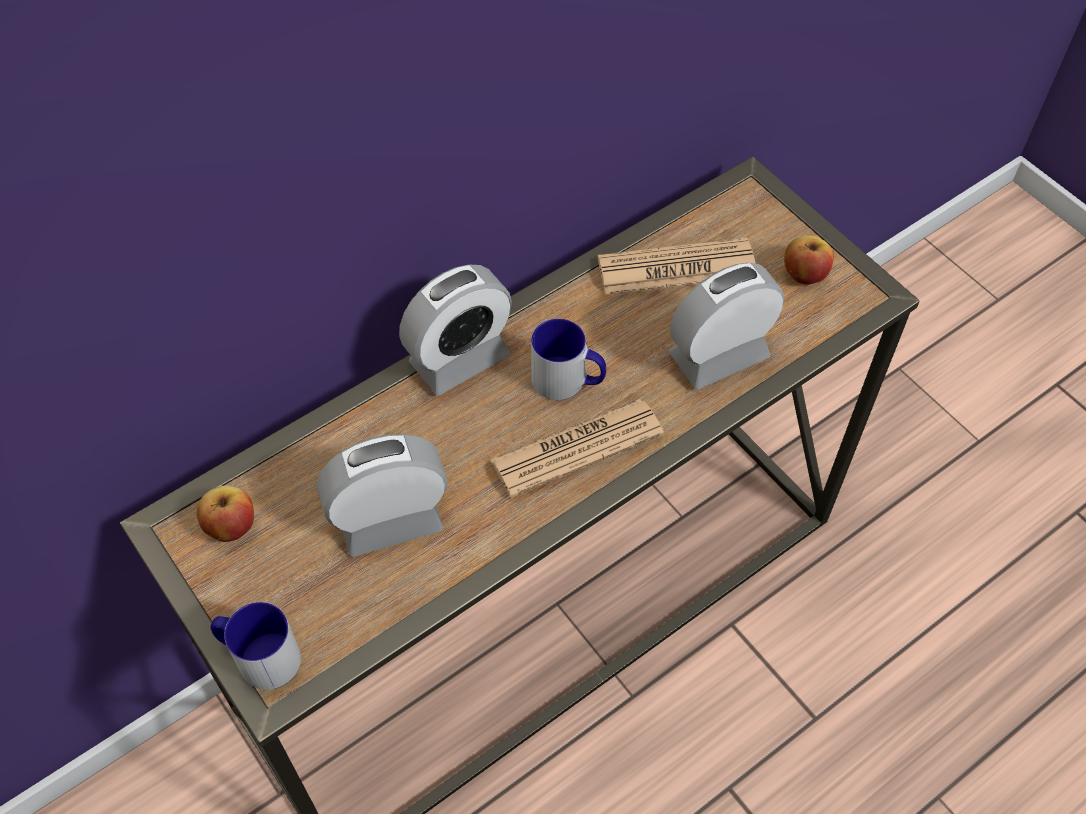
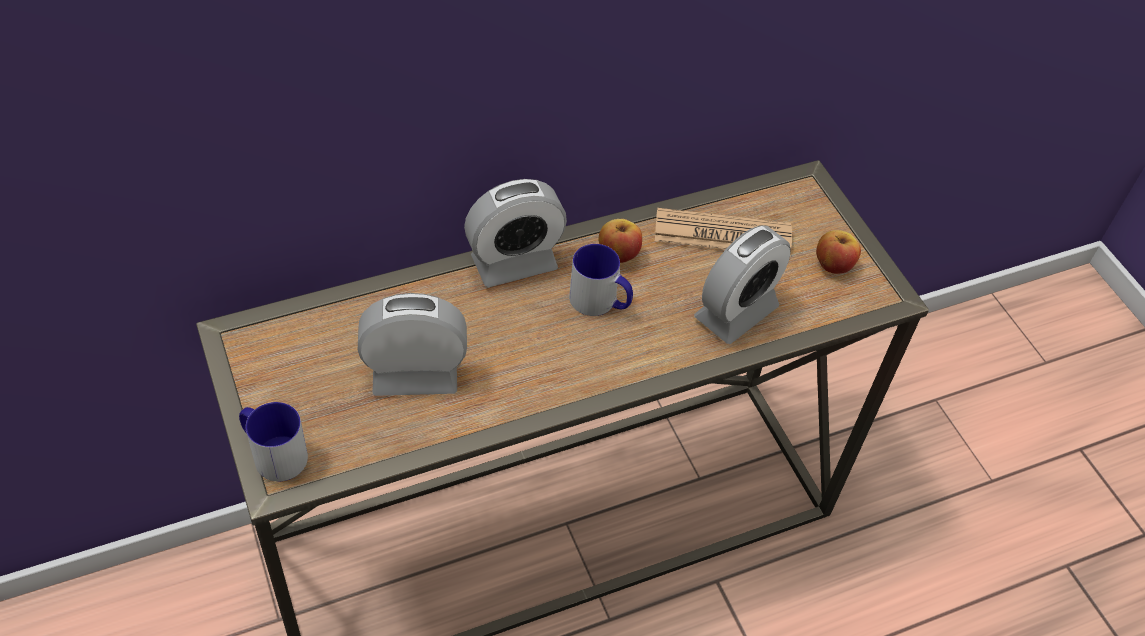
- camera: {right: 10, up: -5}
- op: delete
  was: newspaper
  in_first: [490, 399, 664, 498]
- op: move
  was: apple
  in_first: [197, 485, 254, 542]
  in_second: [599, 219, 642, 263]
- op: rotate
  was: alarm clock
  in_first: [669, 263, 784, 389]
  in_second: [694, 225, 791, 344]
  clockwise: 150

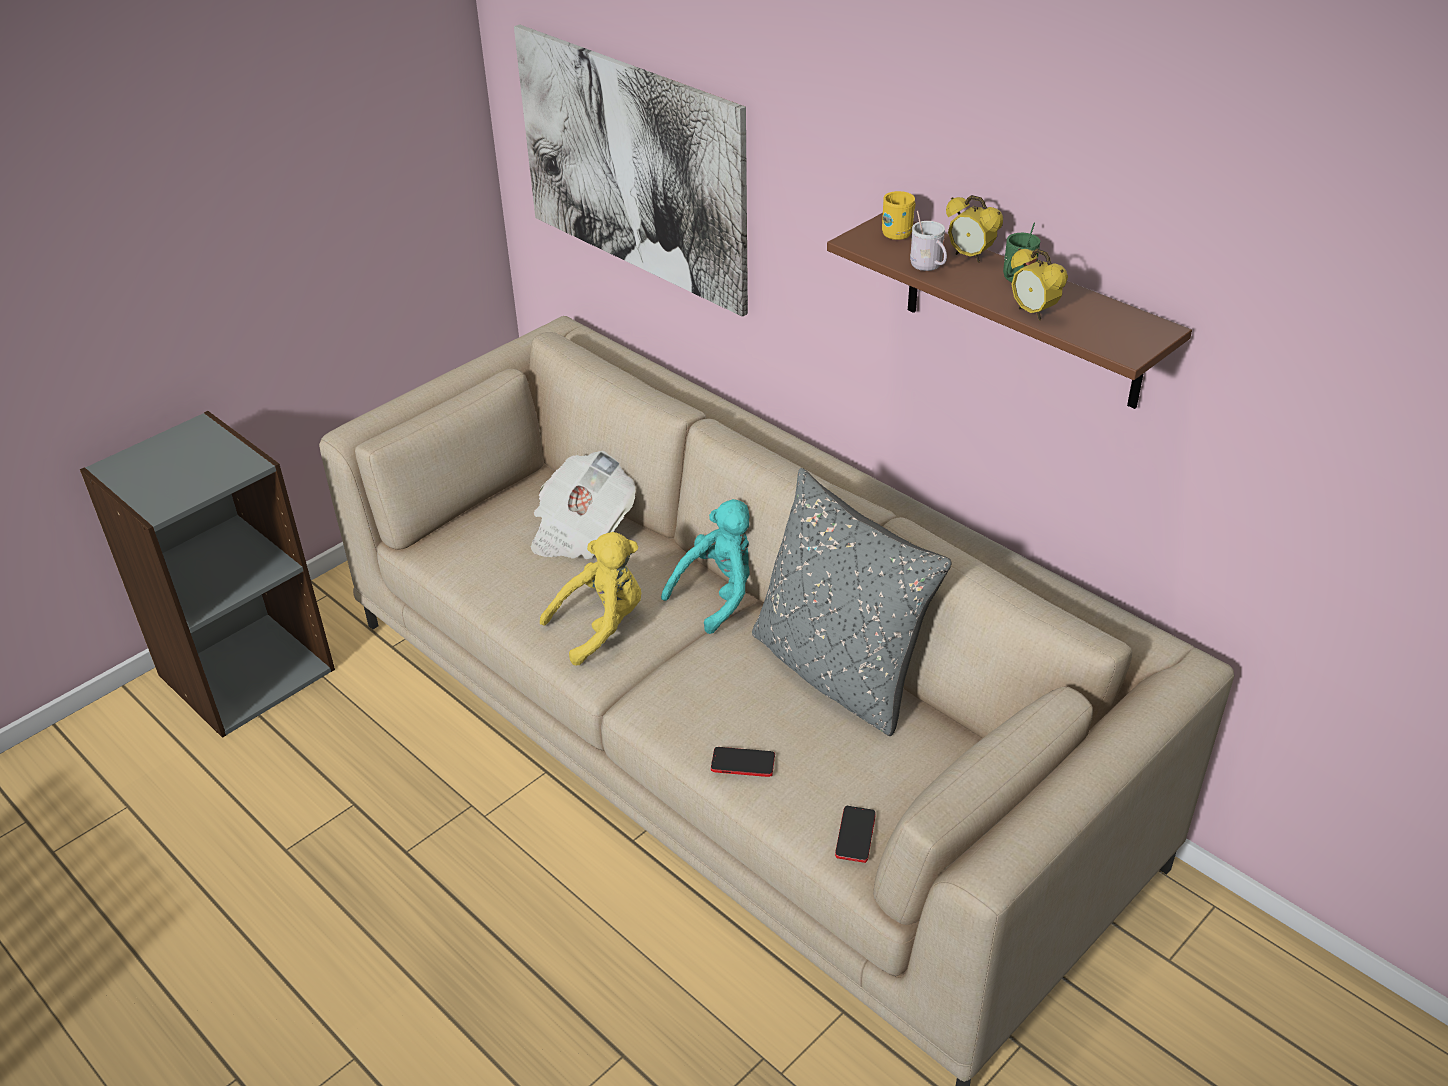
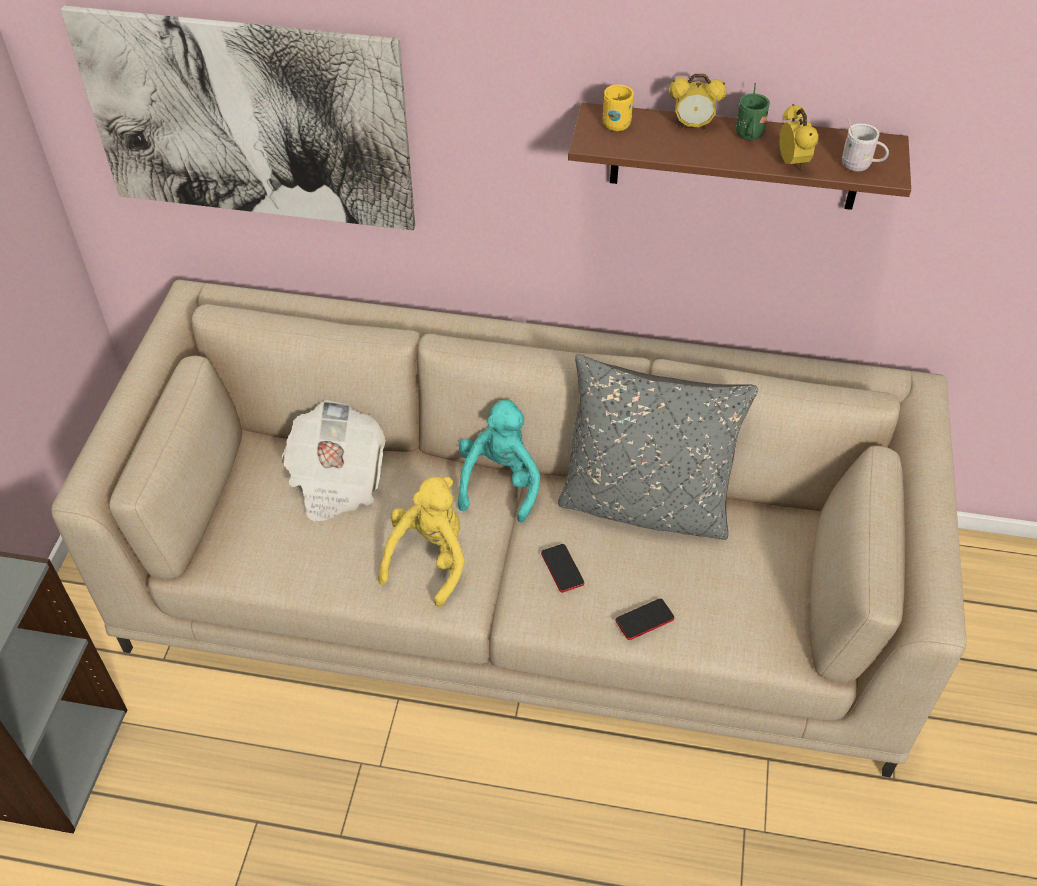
- camera: {right: -35, up: 10}
- op: move
  was: phone
  in_first: [835, 806, 876, 863]
  in_second: [541, 544, 584, 593]
- op: move
  was: mug (white)
  in_first: [910, 211, 947, 271]
  in_second: [842, 119, 889, 171]
- op: rotate
  was: alarm clock
  in_first: [1011, 248, 1068, 320]
  in_second: [780, 104, 819, 171]
  clockwise: -120

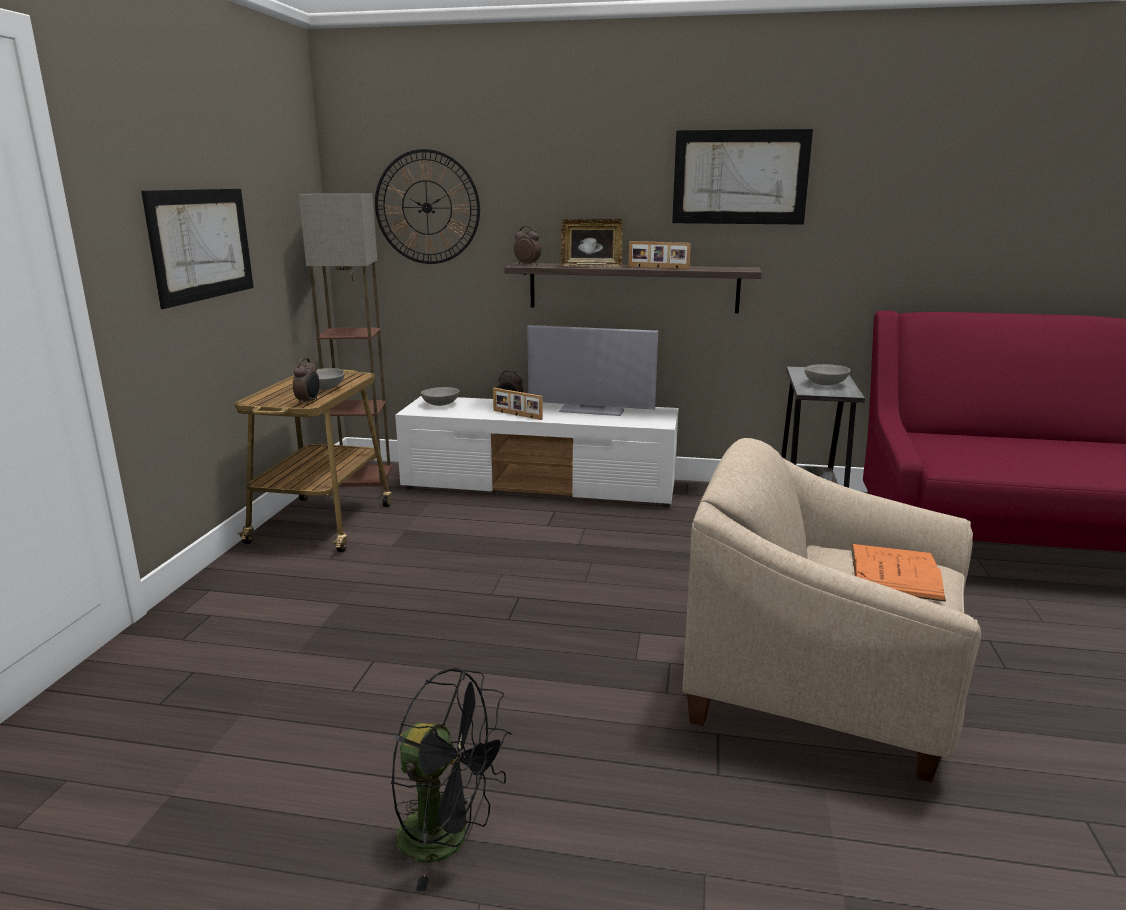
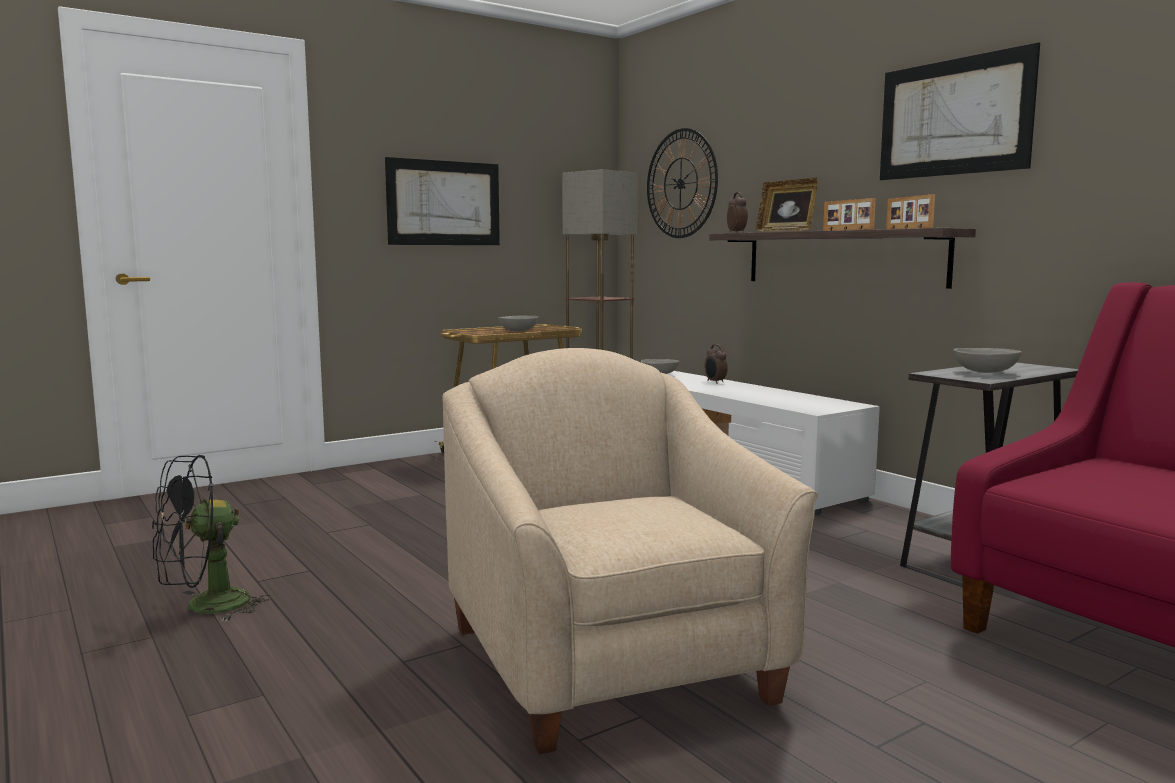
- camera: {right: 45, up: -10}
- op: delete
  was: alarm clock
  in_first: [293, 358, 320, 405]
- op: delete
  was: television
  in_first: [527, 325, 658, 416]
- op: delete
  was: book (orange)
  in_first: [851, 544, 946, 602]
- op: move
  was: picture frame
  in_first: [493, 388, 543, 420]
  in_second: [886, 194, 935, 229]
- op: rotate
  was: fan (black)
  in_first: [391, 668, 511, 891]
  in_second: [152, 455, 271, 622]
  clockwise: 75

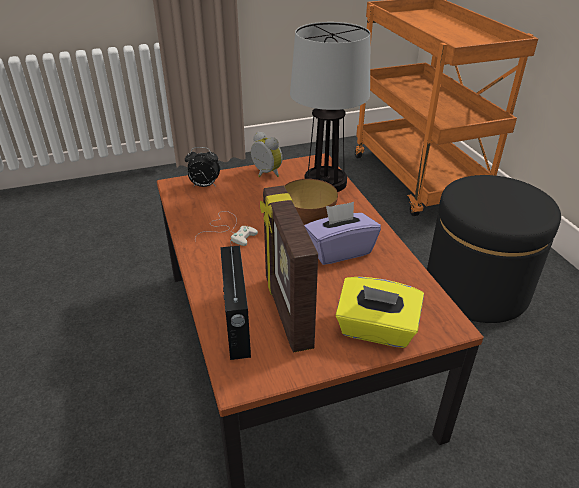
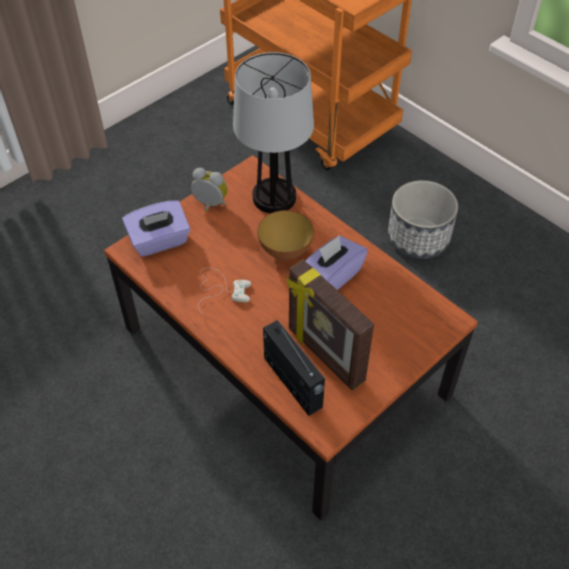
- camera: {right: -25, up: 15}
- op: delete
  was: tissue box (yellow)
  in_first: [335, 277, 424, 348]
- op: replace
  was: alarm clock
  now: tissue box (purple)
  in_first: [185, 147, 220, 187]
  in_second: [122, 200, 190, 257]
- op: replace
  was: ottoman (black)
  now: planter
  in_first: [427, 175, 561, 323]
  in_second: [388, 180, 458, 259]

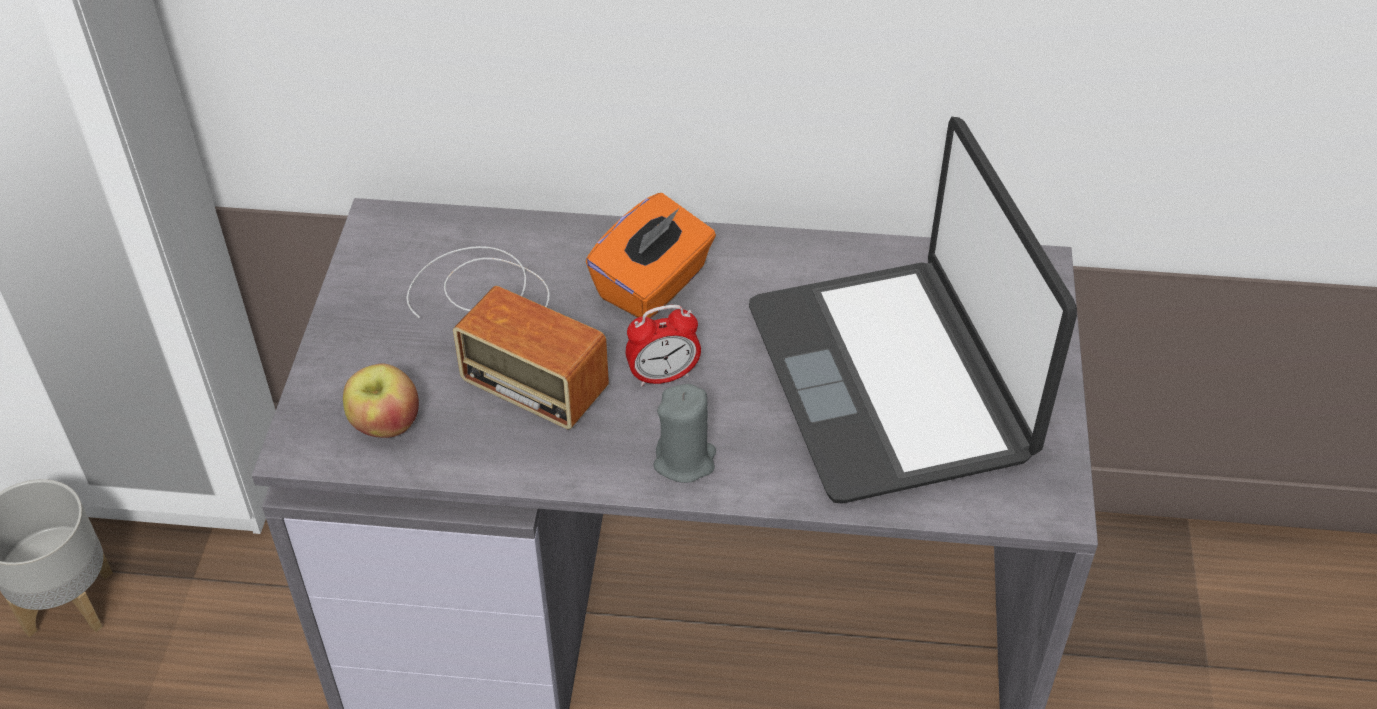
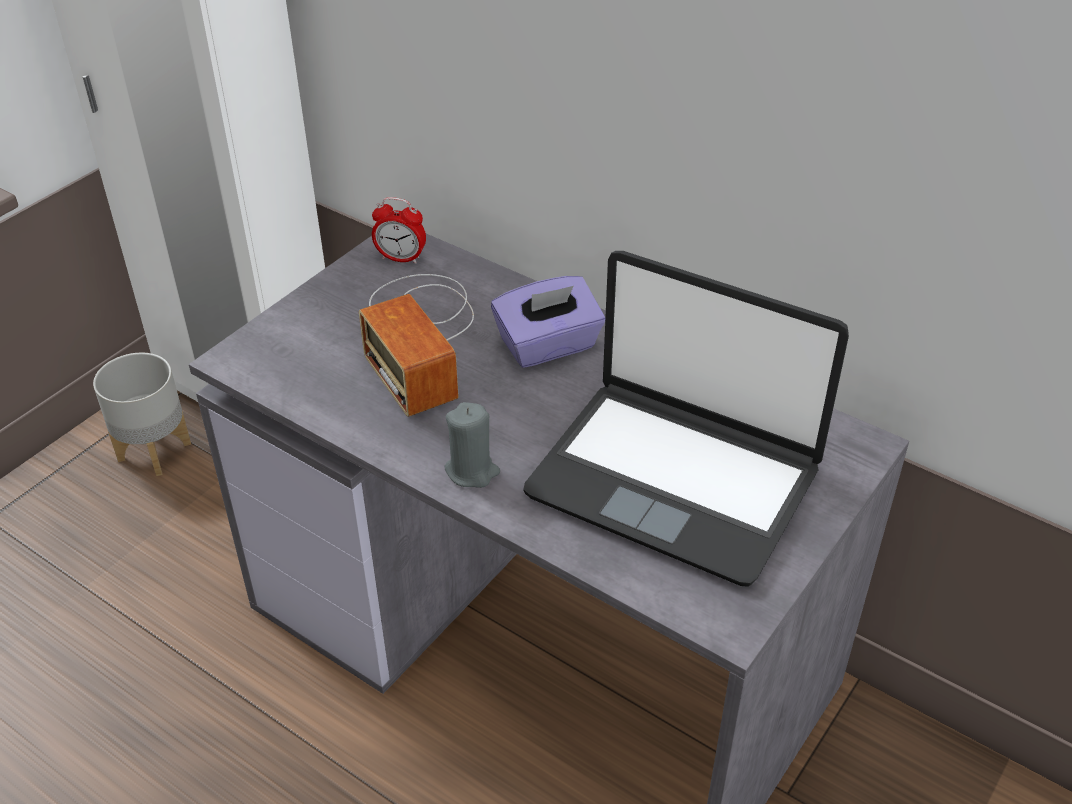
- camera: {right: 30, up: -5}
- op: delete
  was: apple
  in_first: [343, 363, 419, 438]
- op: move
  was: alarm clock
  in_first: [626, 305, 701, 387]
  in_second: [372, 197, 426, 264]
- op: recolor
  was: tissue box (orange)
  now: tissue box (purple)
  in_first: [586, 193, 716, 318]
  in_second: [491, 276, 605, 368]
- op: rotate
  was: laptop
  in_first: [749, 117, 1077, 504]
  in_second: [523, 251, 849, 587]
  clockwise: -75

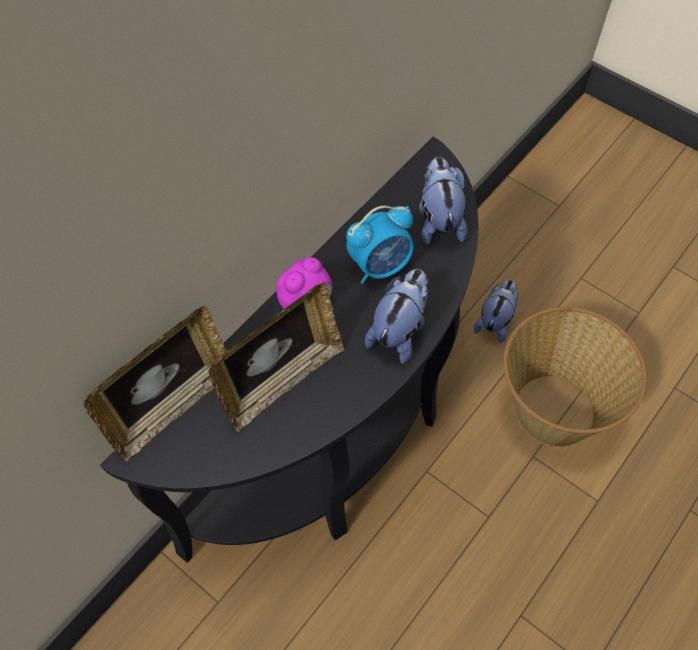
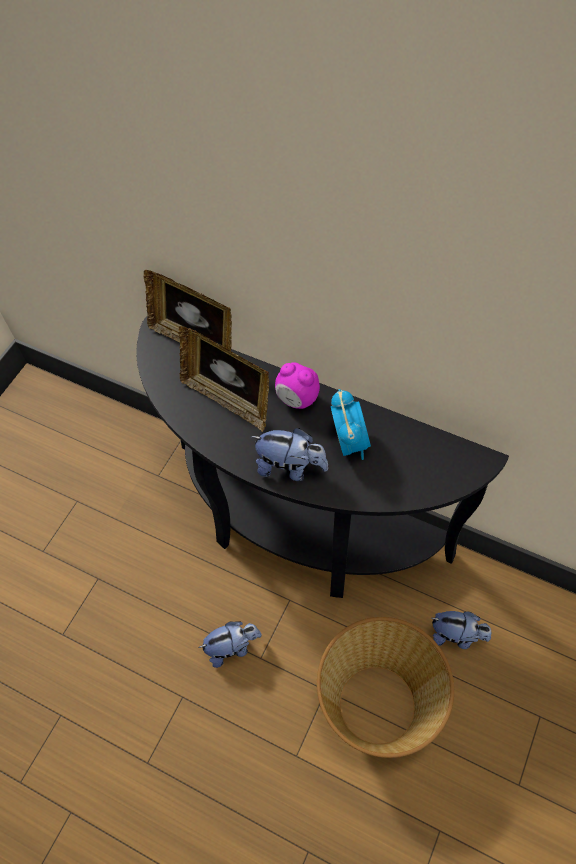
- camera: {right: 80, up: 0}
- op: move
  was: plush toy
  in_first: [419, 157, 467, 245]
  in_second: [198, 622, 262, 668]
- op: rotate
  was: alarm clock
  in_first: [346, 206, 414, 284]
  in_second: [331, 389, 371, 460]
  clockwise: -150

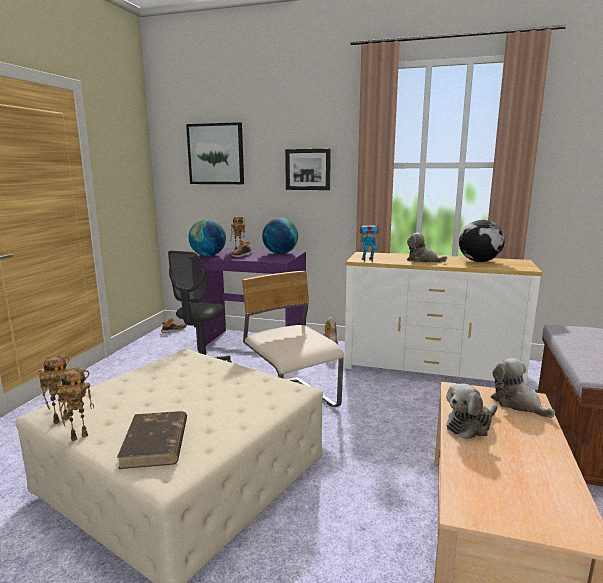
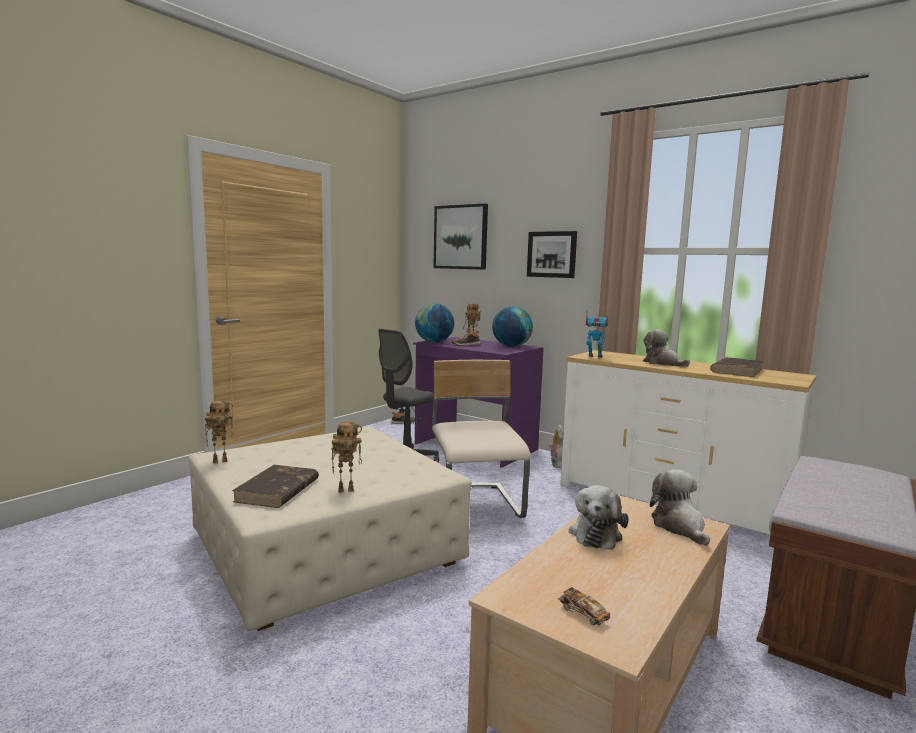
- camera: {right: 20, up: -5}
- op: insert
  now: toy car
  in_second: [557, 587, 610, 625]
- op: move
  was: toy robot
  in_first: [57, 367, 94, 441]
  in_second: [332, 421, 362, 493]
- op: replace
  was: globe
  now: book (brown)
  in_first: [459, 220, 505, 262]
  in_second: [710, 357, 763, 377]
- op: rotate
  was: plush toy
  in_first: [446, 384, 497, 439]
  in_second: [569, 485, 629, 550]
  clockwise: -60

